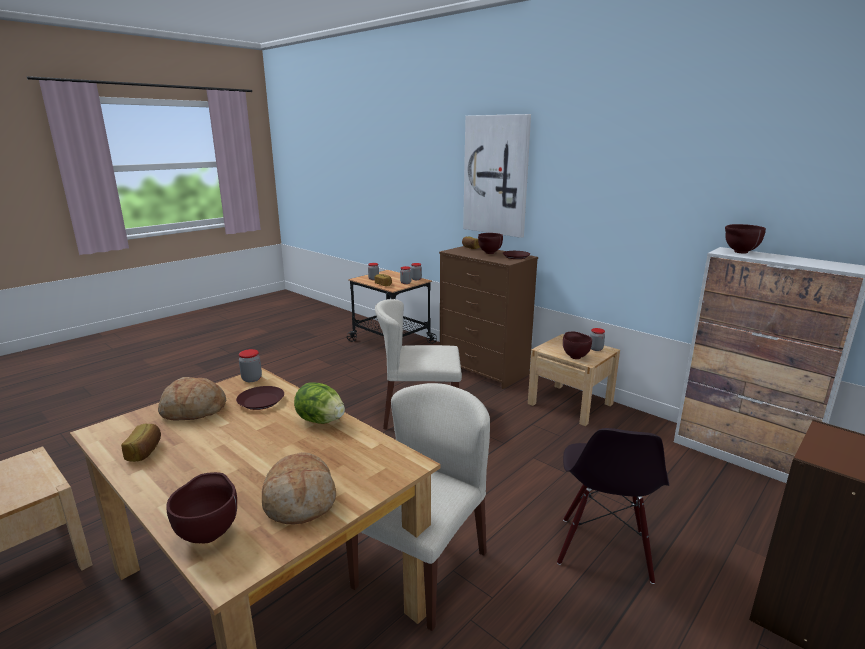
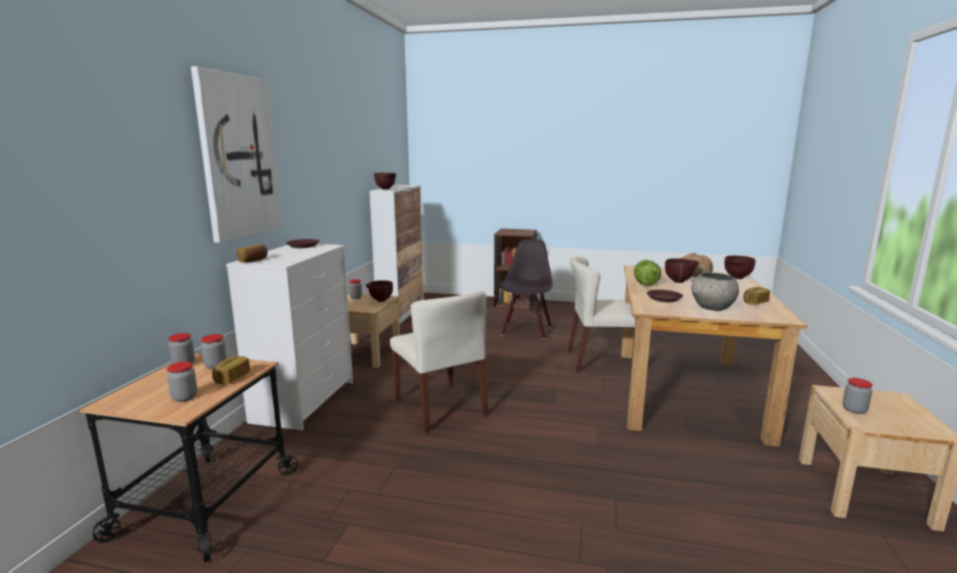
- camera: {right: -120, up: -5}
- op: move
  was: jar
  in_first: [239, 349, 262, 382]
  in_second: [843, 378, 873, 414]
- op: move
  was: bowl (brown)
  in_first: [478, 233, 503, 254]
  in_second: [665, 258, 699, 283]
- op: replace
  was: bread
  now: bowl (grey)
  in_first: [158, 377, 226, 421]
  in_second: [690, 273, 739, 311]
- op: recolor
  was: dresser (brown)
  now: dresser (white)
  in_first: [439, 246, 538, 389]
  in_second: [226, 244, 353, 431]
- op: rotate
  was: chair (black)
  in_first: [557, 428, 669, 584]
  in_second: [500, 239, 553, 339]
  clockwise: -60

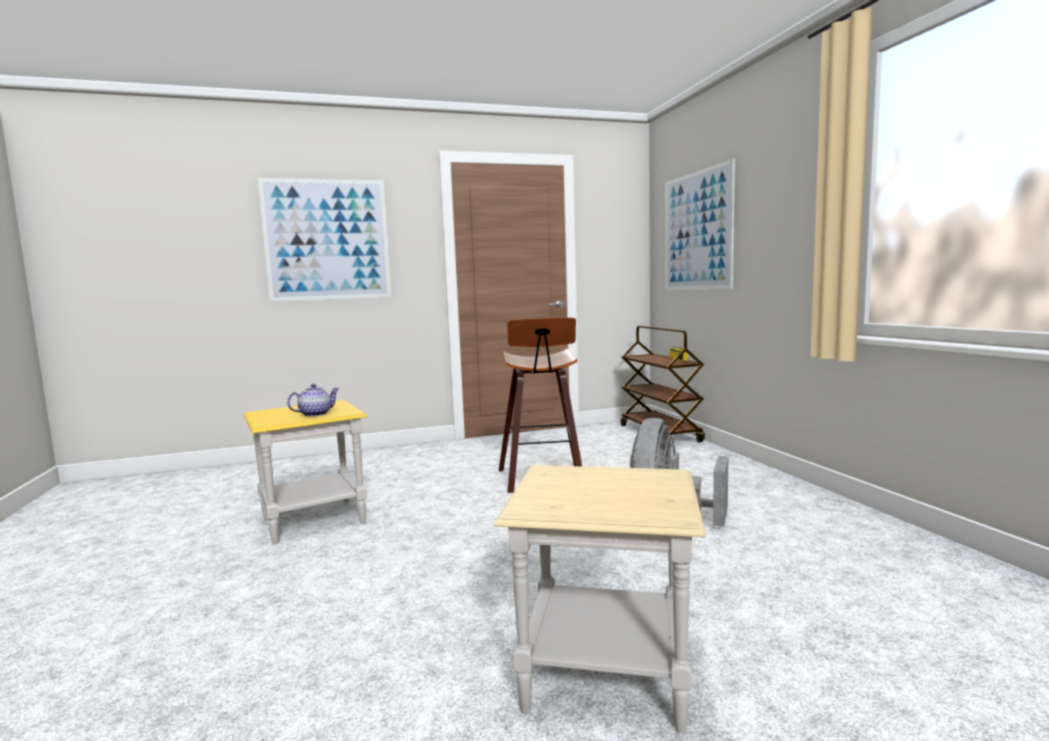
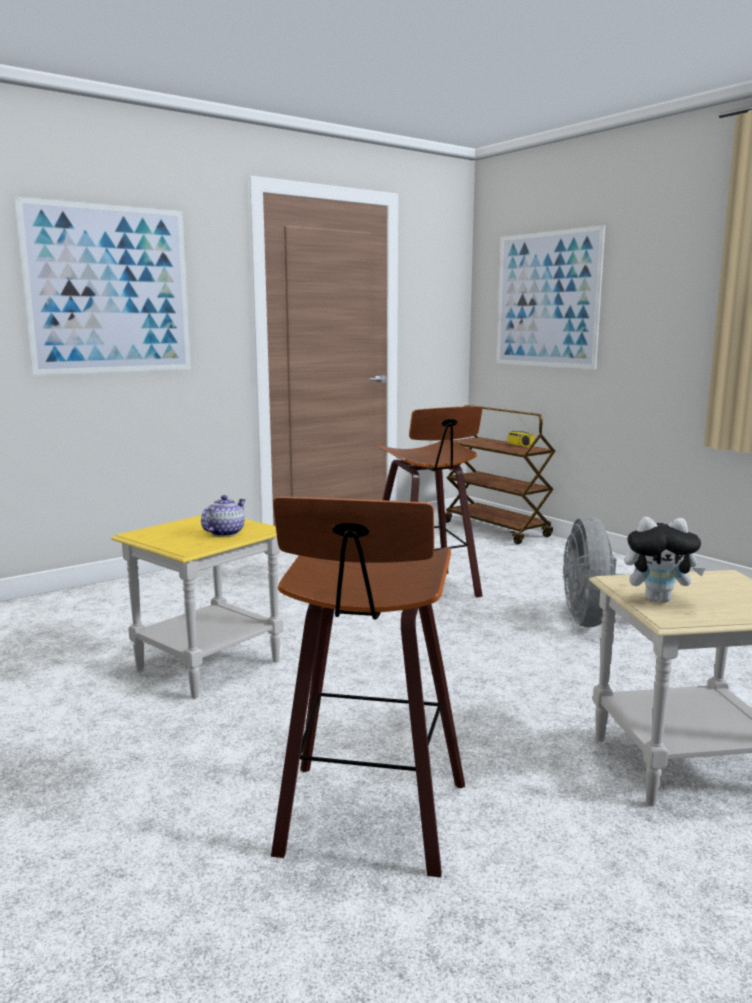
- camera: {right: -20, up: 5}
- op: insert
  now: stool
  in_second: [271, 497, 465, 878]
- op: insert
  now: plush toy
  in_second: [625, 517, 706, 602]

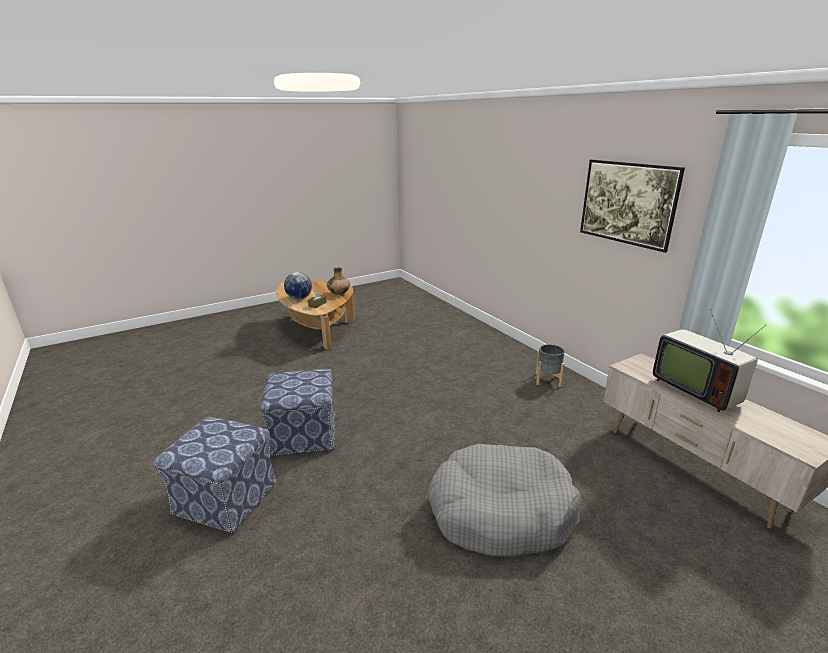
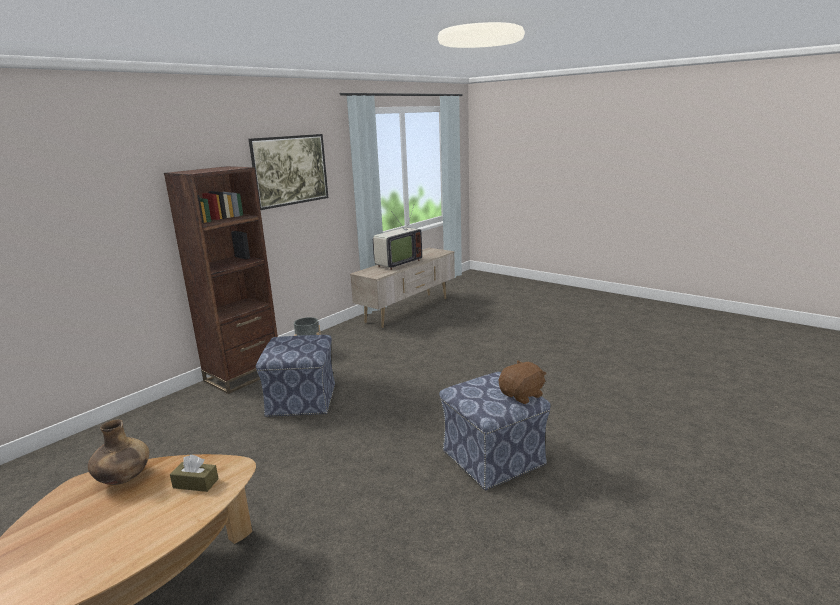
- camera: {right: -110, up: -5}
- op: delete
  was: globe
  in_first: [284, 272, 312, 300]
- op: delete
  was: dog bed (grey)
  in_first: [428, 444, 582, 556]
- op: insert
  now: bookcase (brown)
  in_second: [164, 166, 278, 394]
- op: insert
  now: plush toy (brown)
  in_second: [499, 360, 547, 404]
- op: move
  was: ottoman
  in_first: [153, 417, 277, 533]
  in_second: [256, 335, 335, 417]

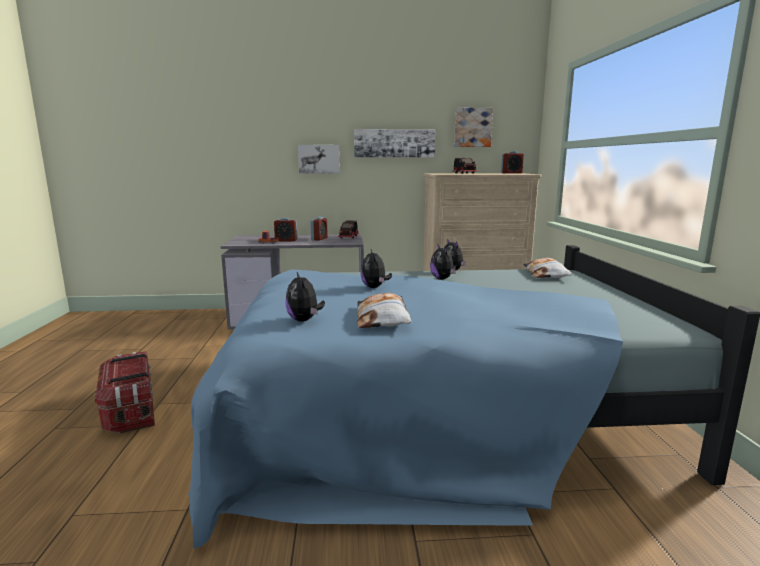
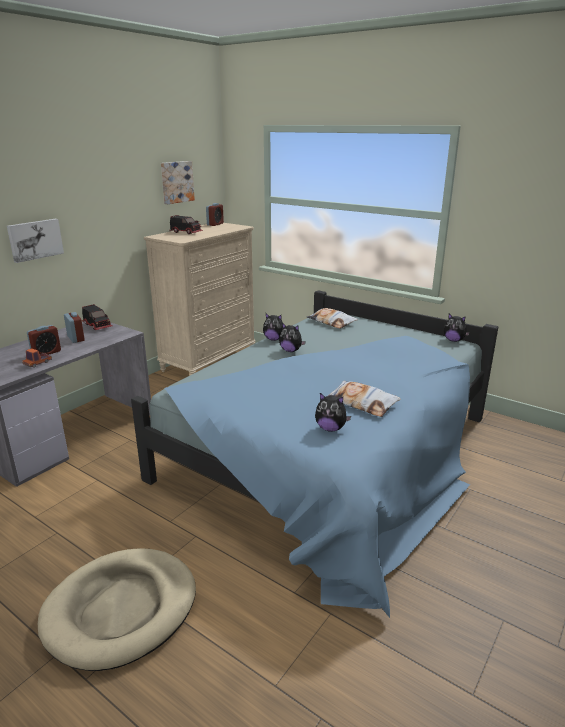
- camera: {right: -50, up: 10}
- op: delete
  was: picture
  in_first: [354, 129, 436, 158]
- op: move
  was: plush toy
  in_first: [361, 249, 392, 288]
  in_second: [444, 314, 470, 342]
- op: replace
  was: storage box
  now: dog bed (beige)
  in_first: [95, 351, 155, 433]
  in_second: [38, 548, 196, 671]

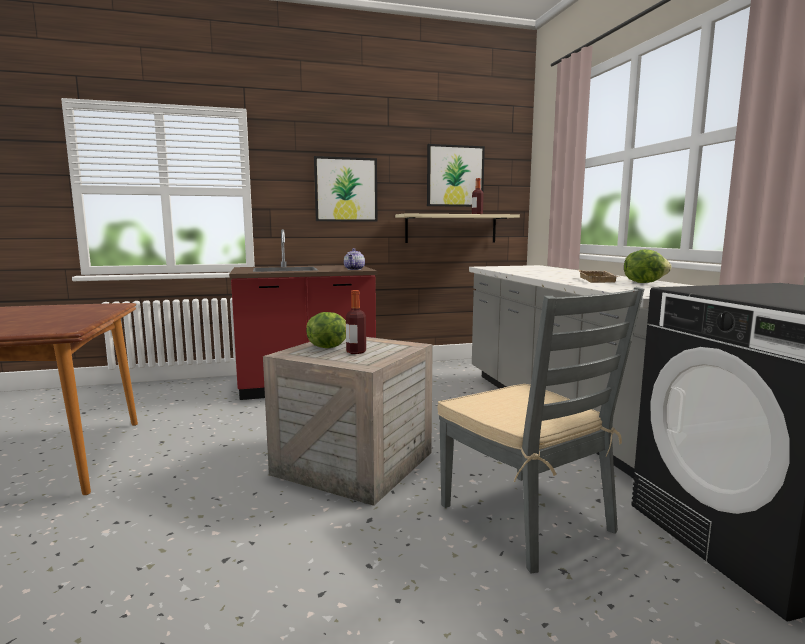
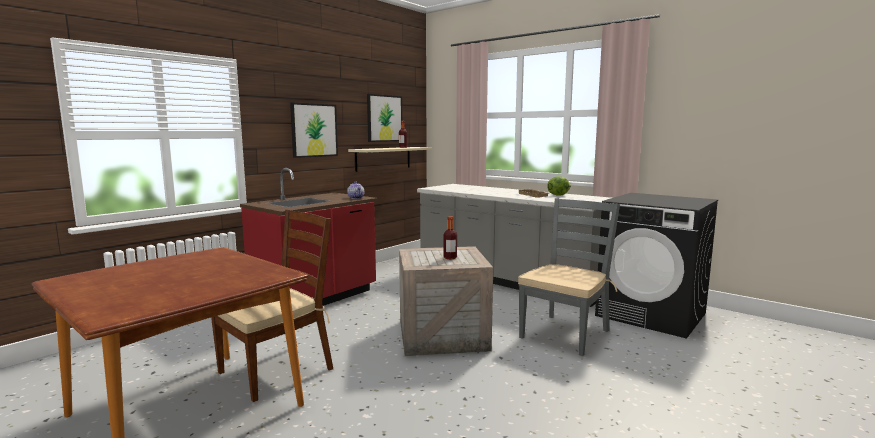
- camera: {right: -35, up: 0}
- op: delete
  was: lettuce
  in_first: [306, 312, 346, 348]
- op: insert
  now: chair (brown)
  in_second: [211, 210, 333, 402]
- op: rotate
  was: chair (grey)
  in_first: [438, 287, 644, 573]
  in_second: [518, 198, 620, 356]
  clockwise: -75

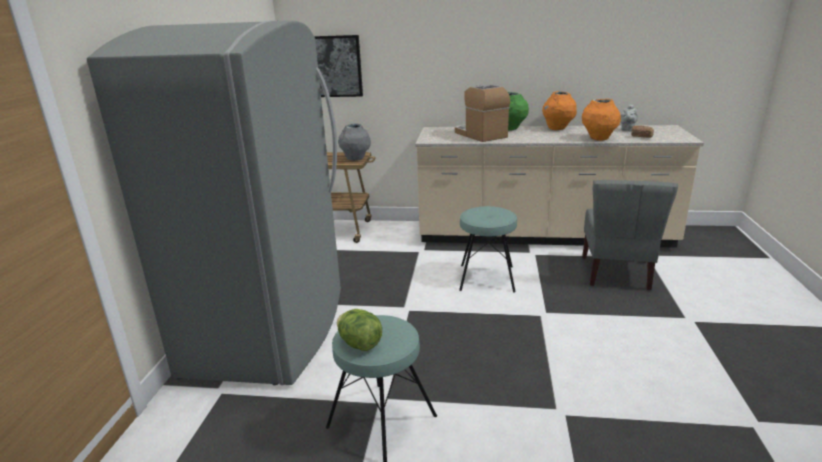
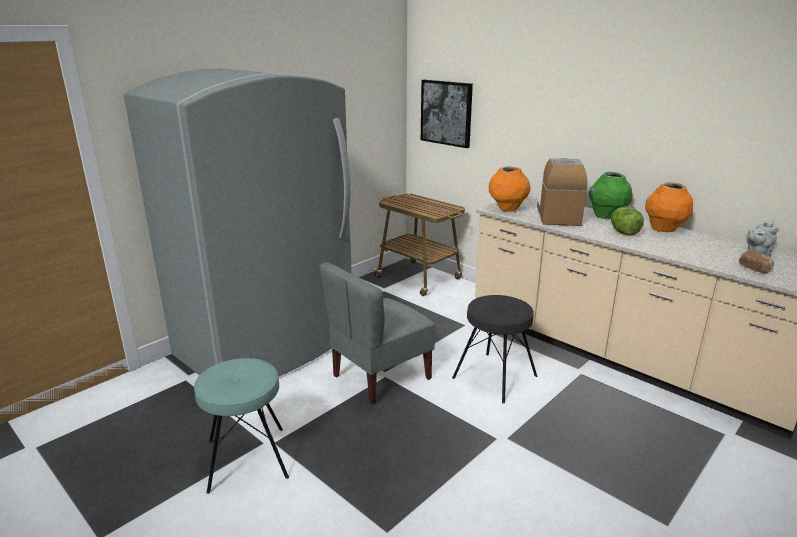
- camera: {right: 35, up: 0}
- op: delete
  was: vase (grey)
  in_first: [338, 123, 371, 161]
- op: move
  was: lettuce
  in_first: [337, 309, 382, 351]
  in_second: [611, 206, 644, 236]
- op: move
  was: vase (orange)
  in_first: [582, 99, 621, 141]
  in_second: [489, 166, 531, 211]
- op: move
  was: chair (grey)
  in_first: [582, 180, 678, 290]
  in_second: [319, 262, 435, 405]
- op: recolor
  was: stool (turquoise)
  now: stool (black)
  in_first: [459, 206, 517, 293]
  in_second: [452, 295, 537, 403]

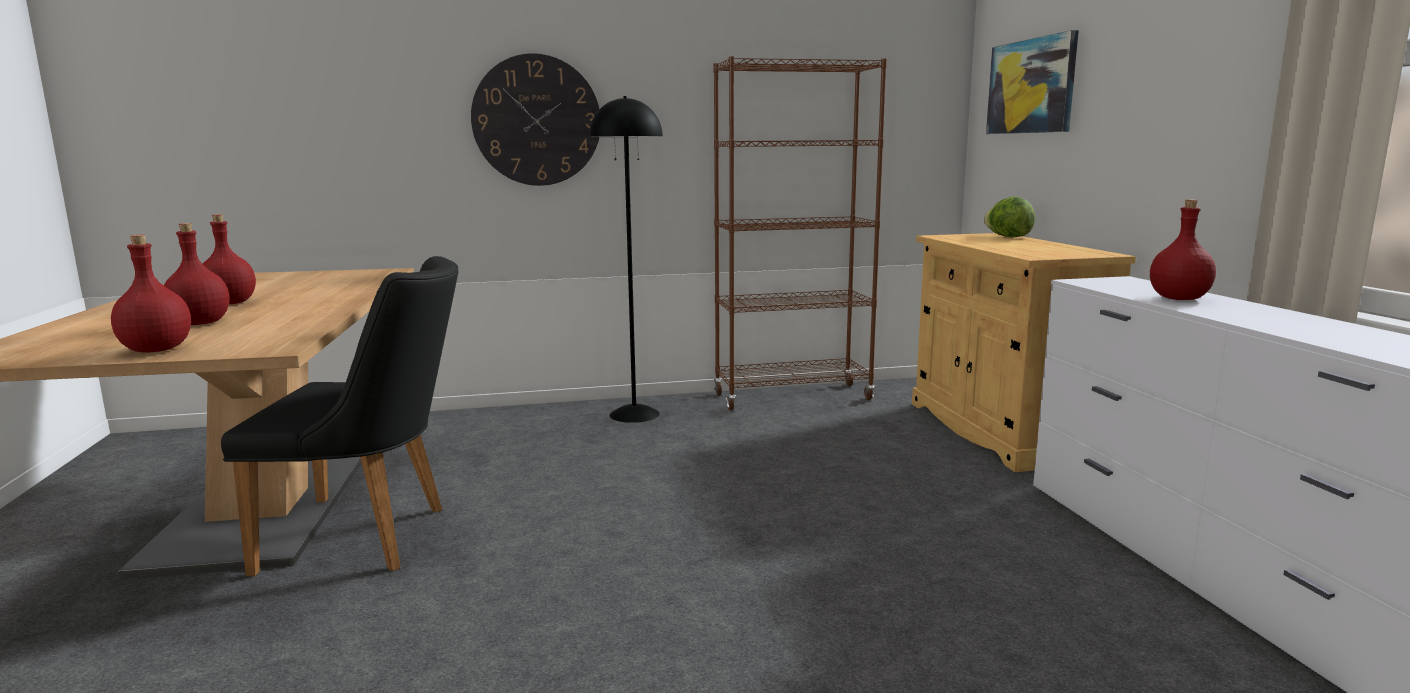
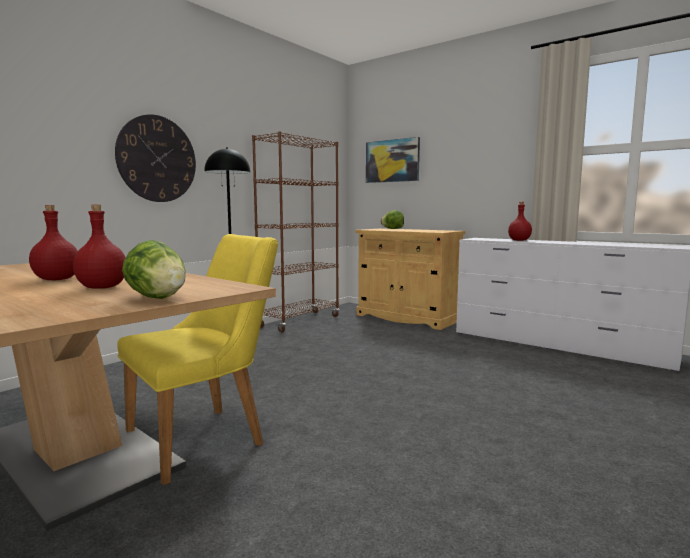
- camera: {right: -40, up: -5}
- op: replace
  was: bottle (red)
  now: lettuce
  in_first: [111, 235, 191, 352]
  in_second: [122, 240, 186, 299]
- op: recolor
  was: chair (black)
  now: chair (yellow)
  in_first: [221, 256, 458, 576]
  in_second: [118, 234, 278, 485]

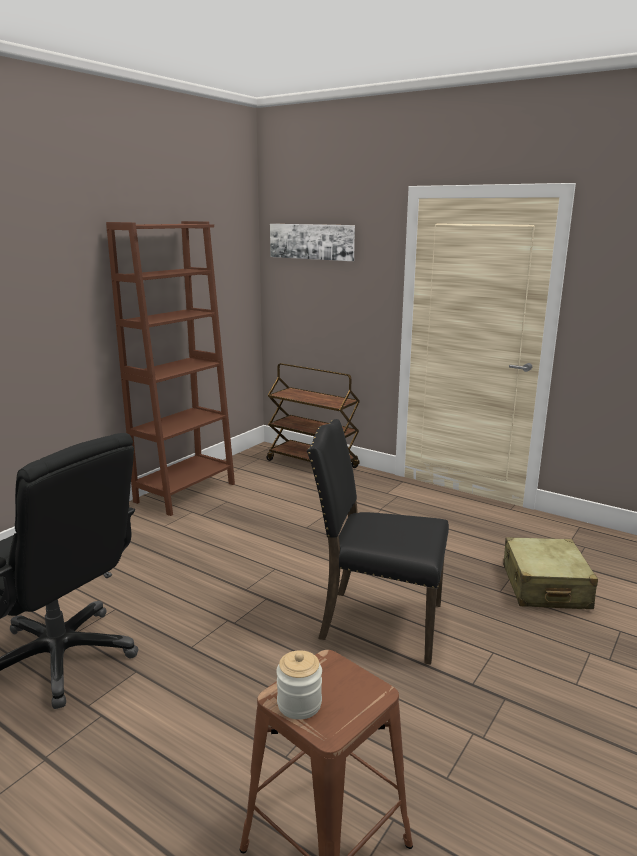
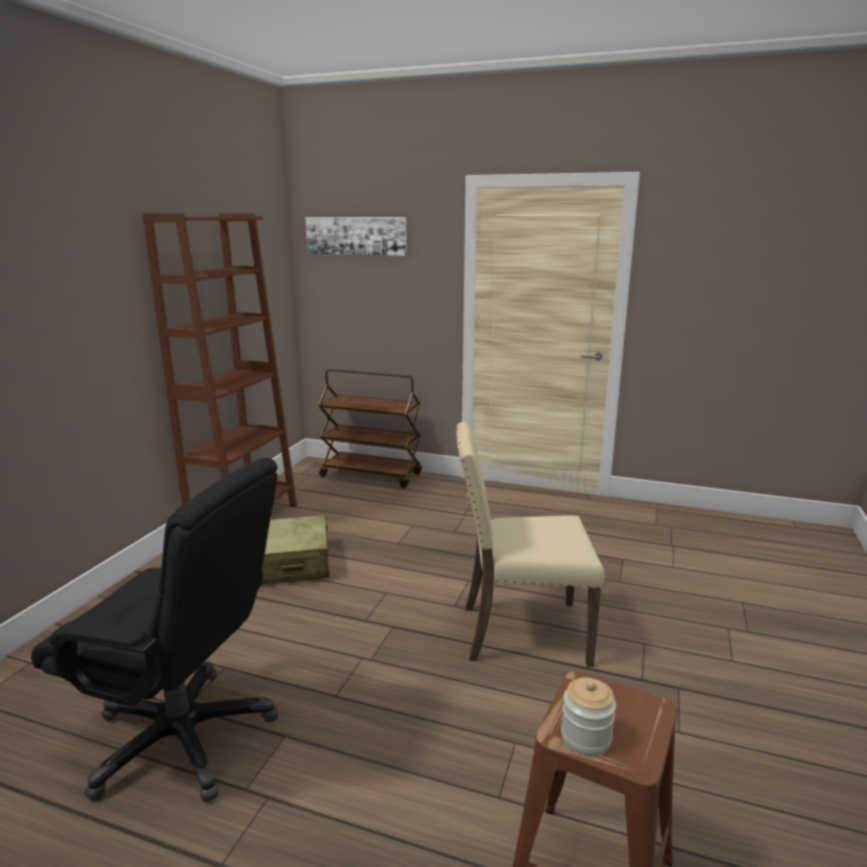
- camera: {right: -15, up: 0}
- op: move
  was: suitcase (beige)
  in_first: [503, 537, 598, 609]
  in_second: [261, 515, 330, 585]
- op: recolor
  was: chair (black)
  now: chair (beige)
  in_first: [307, 419, 449, 665]
  in_second: [456, 422, 605, 667]

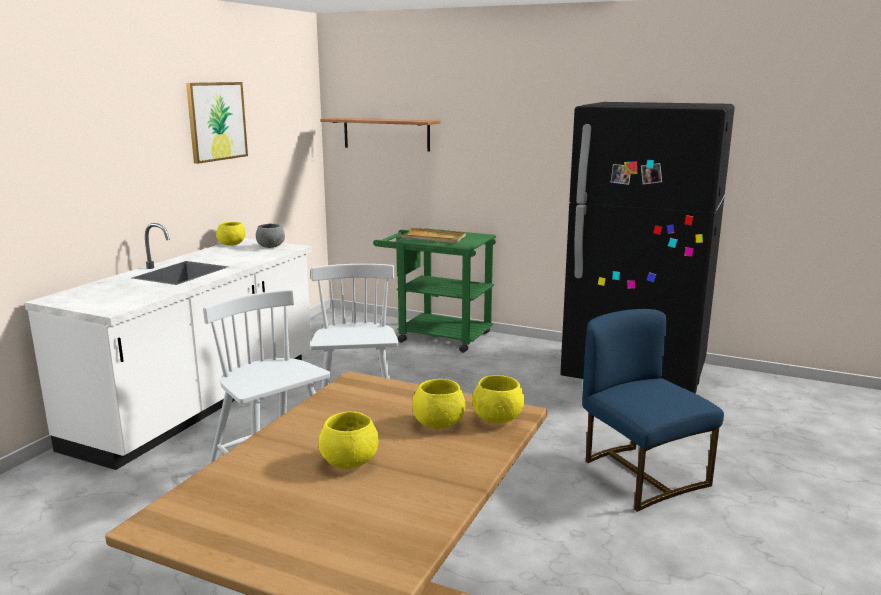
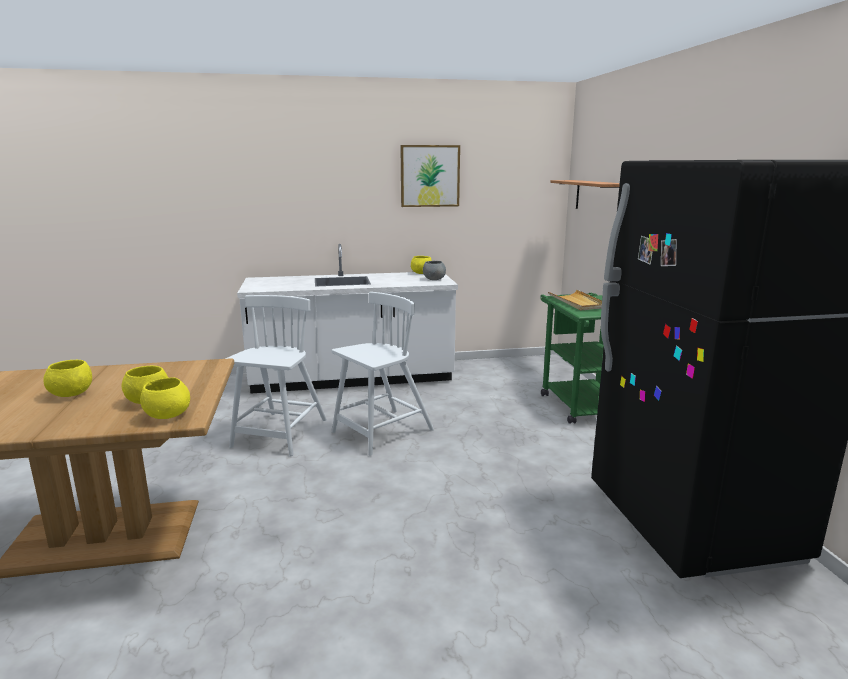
- camera: {right: 55, up: 0}
- op: delete
  was: chair (blue)
  in_first: [582, 309, 724, 512]

